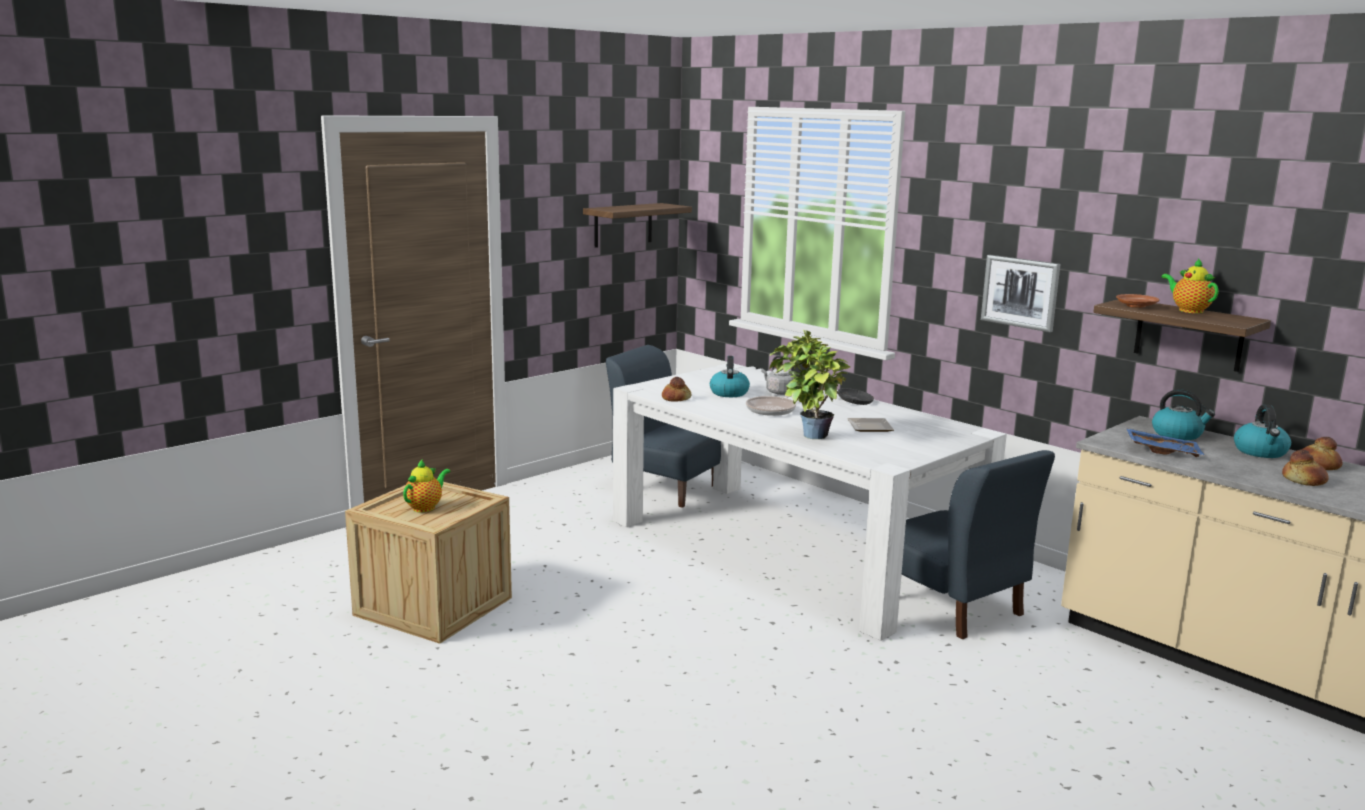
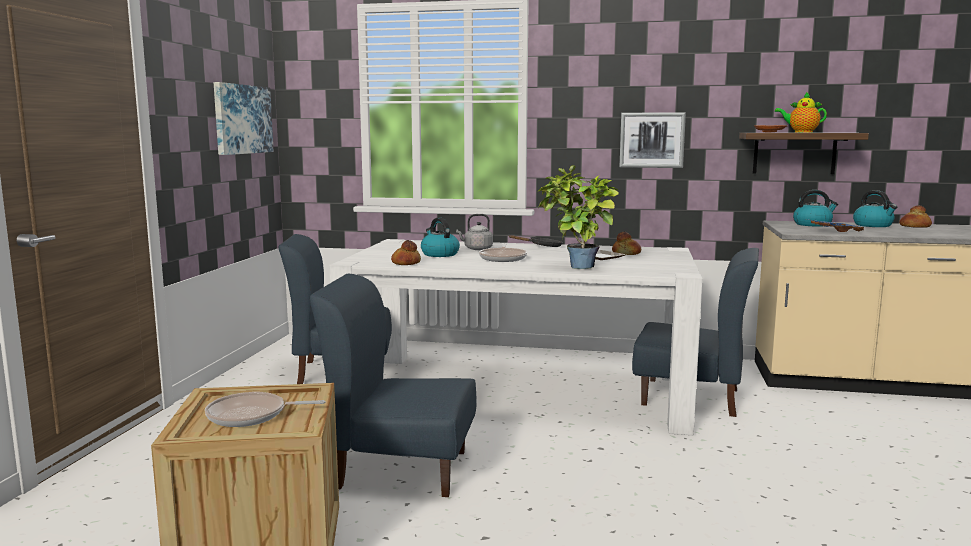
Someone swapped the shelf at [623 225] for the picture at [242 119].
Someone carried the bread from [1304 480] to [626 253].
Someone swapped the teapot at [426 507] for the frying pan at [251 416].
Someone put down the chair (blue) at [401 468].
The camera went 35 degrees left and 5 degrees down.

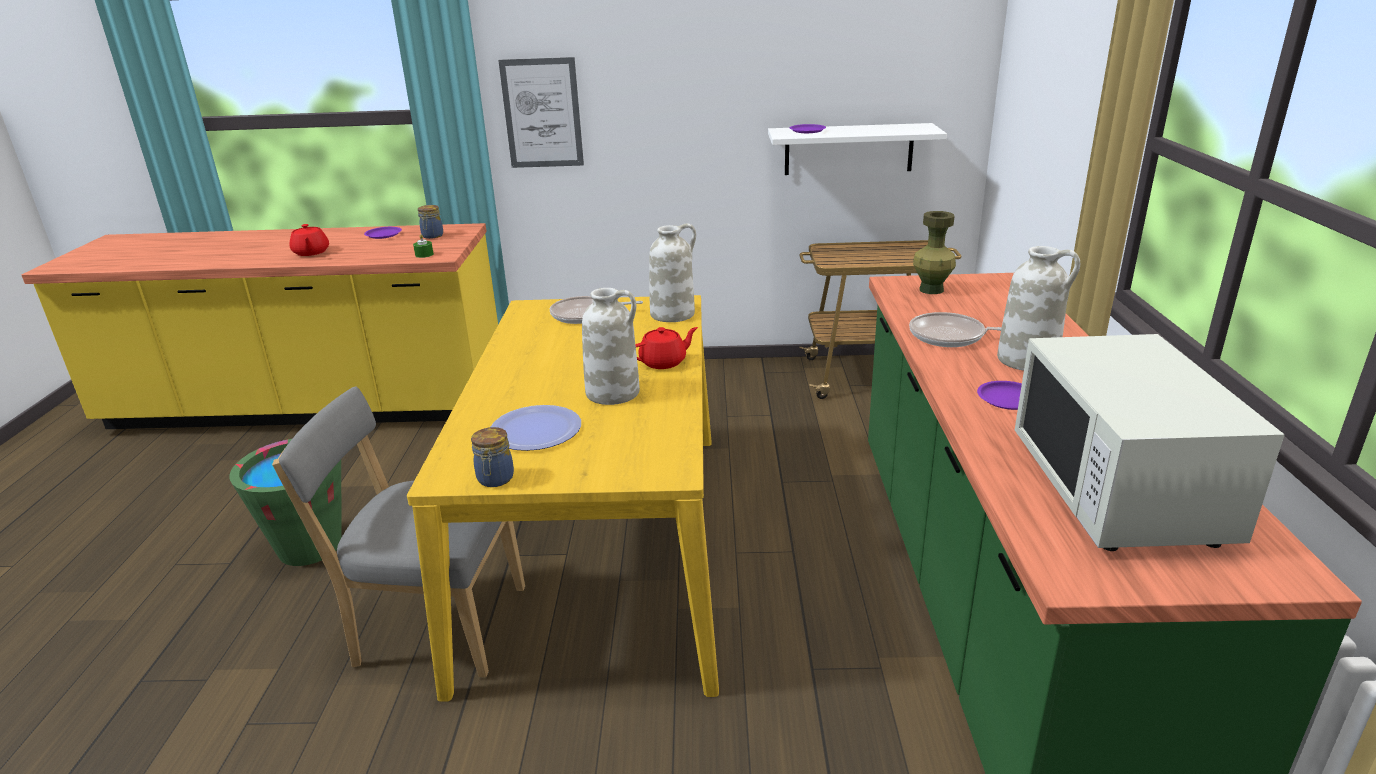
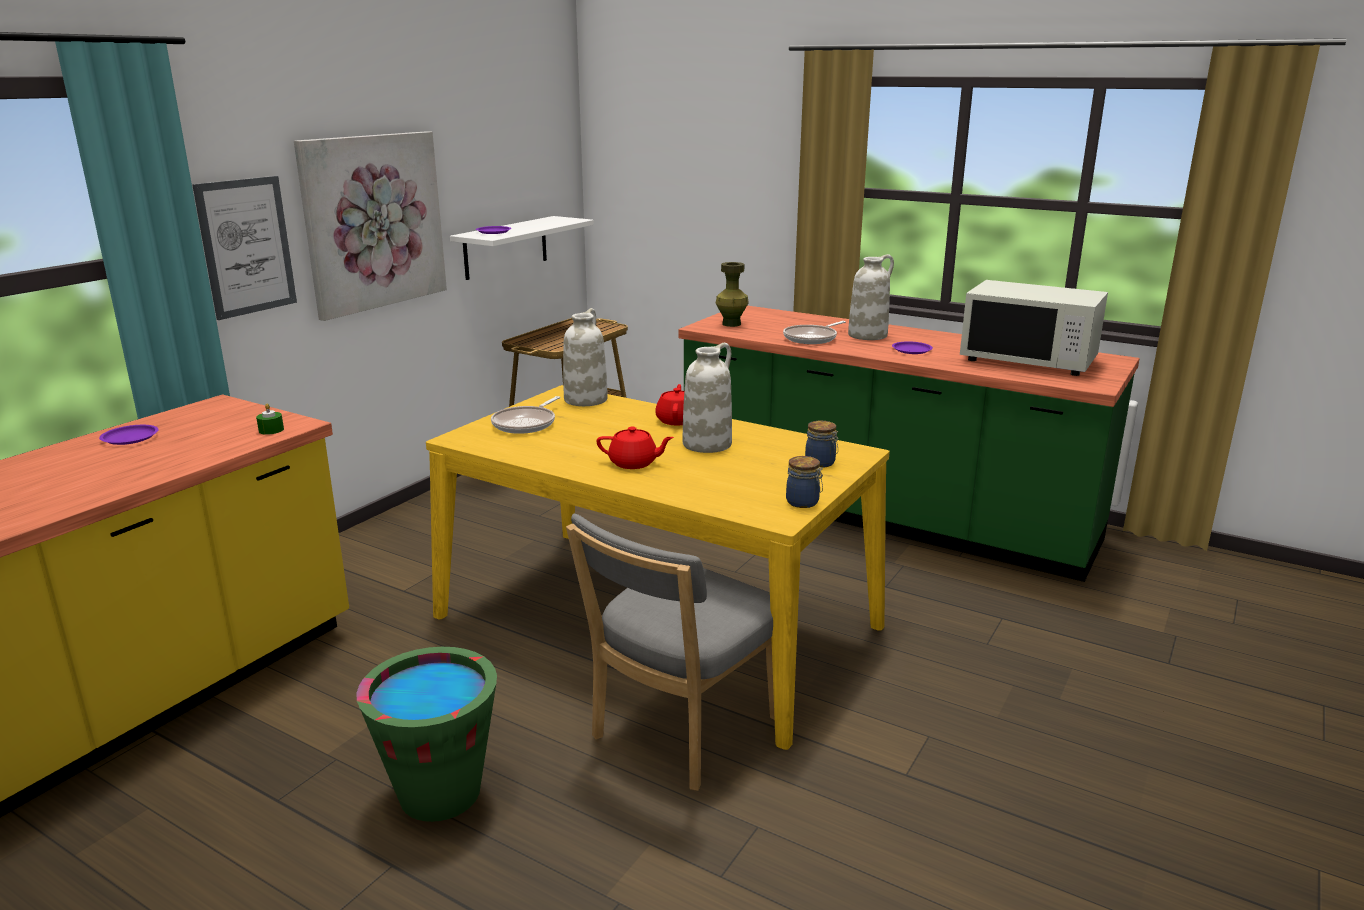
Someone carried the jar from [432 236] to [821 463].
Someone carried the teapot (red) from [311 252] to [634 463].
Someone took away the plate at [536 430].
Someone put up the picture at [374 222].
The camera went 60 degrees left and 5 degrees down.

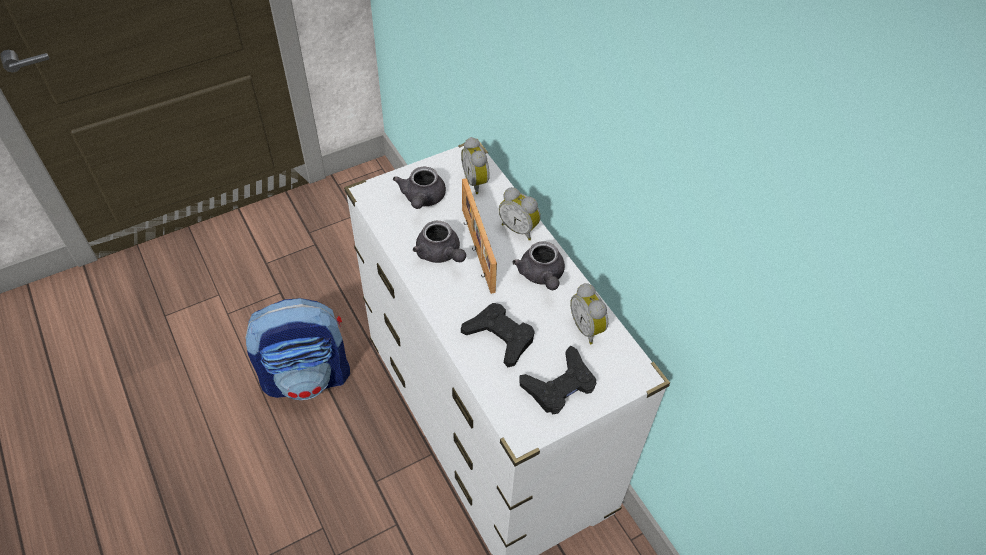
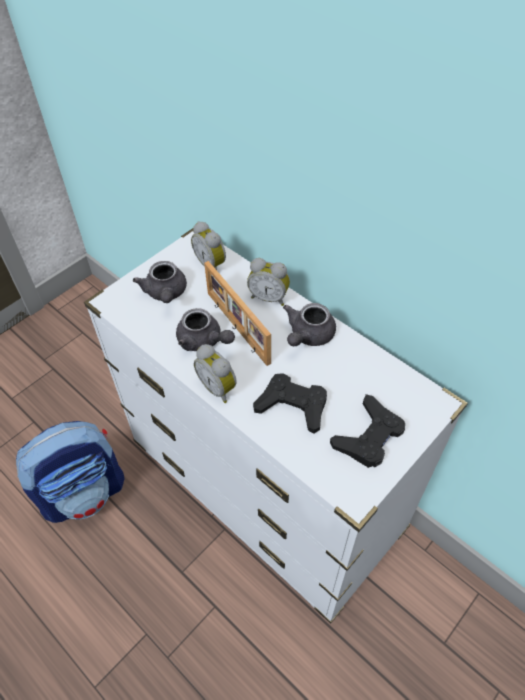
Someone rotated the teapot (grey) at [541 276] by 60 degrees clockwise.
Someone carried the alarm clock from [588 328] to [219 387].
The camera went 15 degrees left and 0 degrees up.

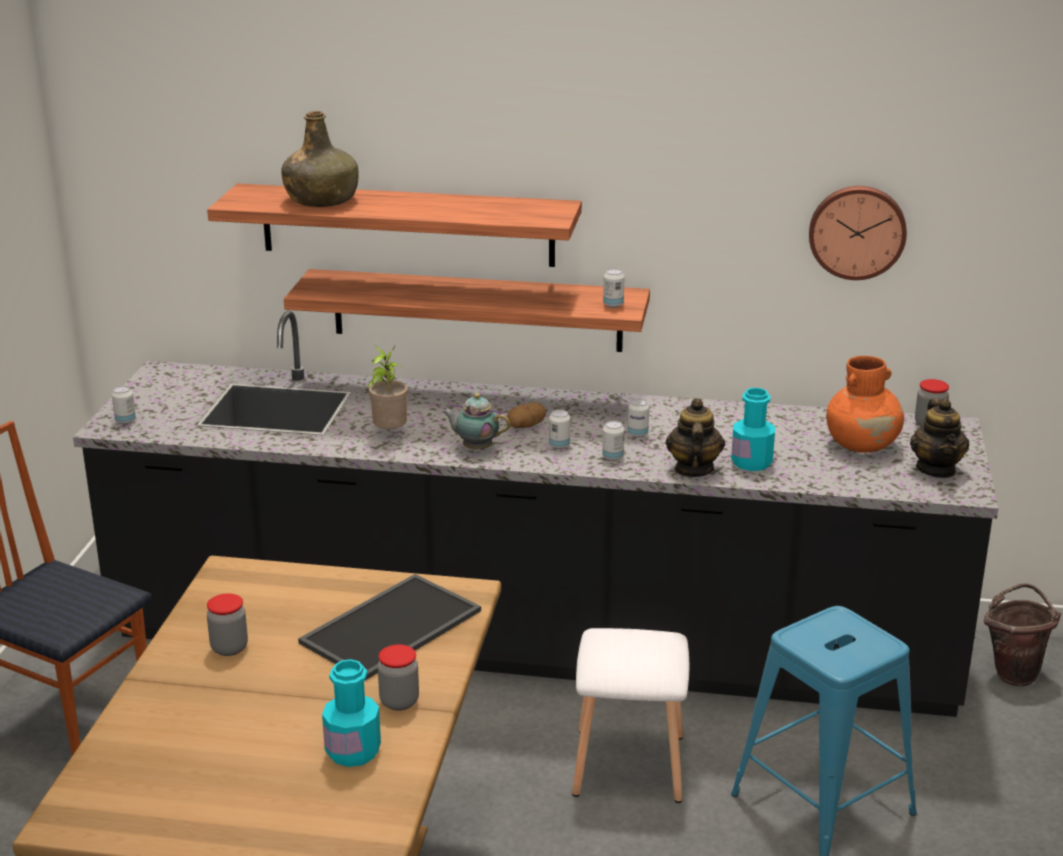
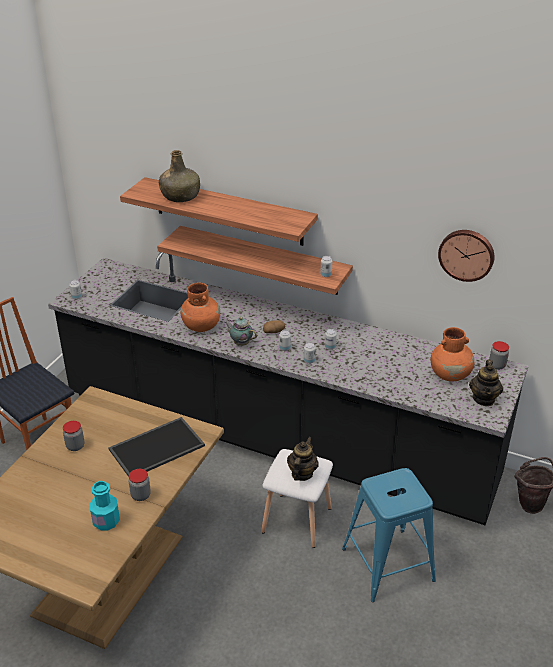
Someone swapped the potted plant at [389 433] for the vase (orange) at [201 326].
Someone took away the bottle (turquoise) at [751 462].
Someone carried the teapot from [693 469] to [301 473].
The camera went 15 degrees right and 10 degrees up.

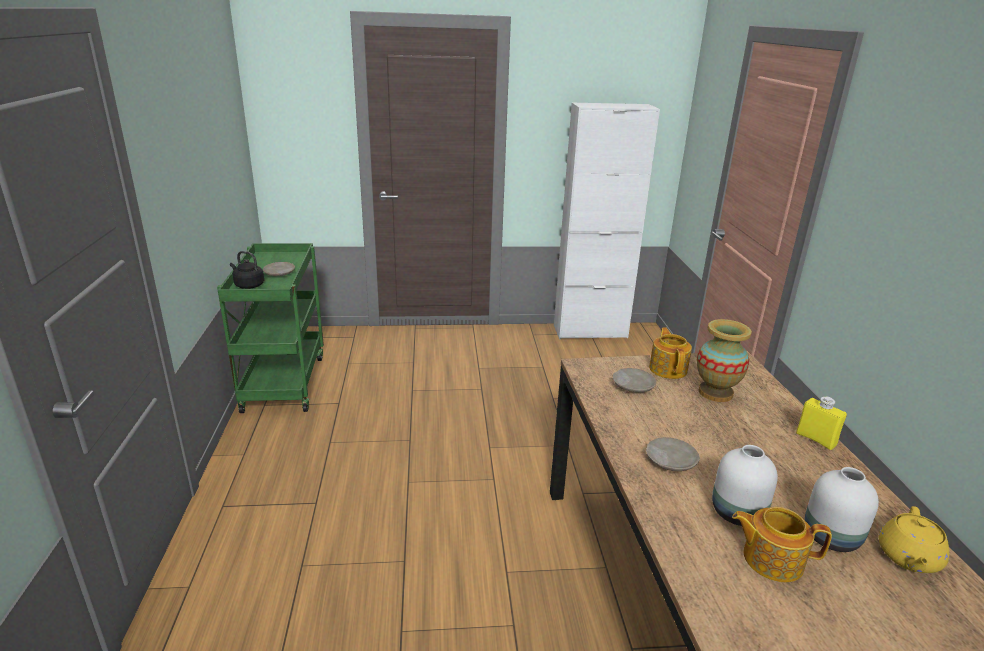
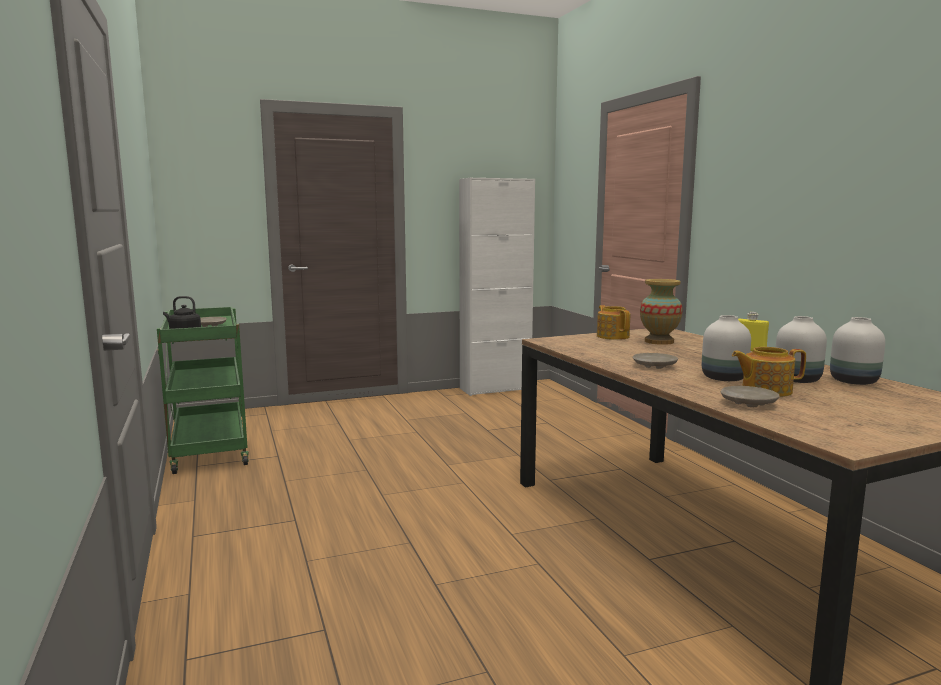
Someone carried the plate (beige) from [633 386] to [748 403].
Someone swapped the teapot (yellow) at [908 558] for the vase (white) at [854 381].
The camera went 15 degrees left and 15 degrees down.

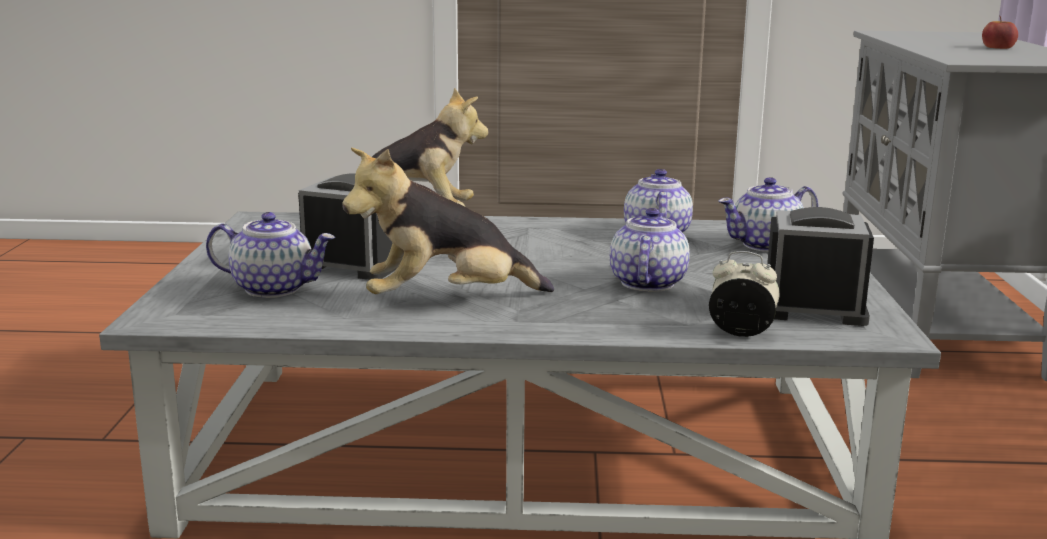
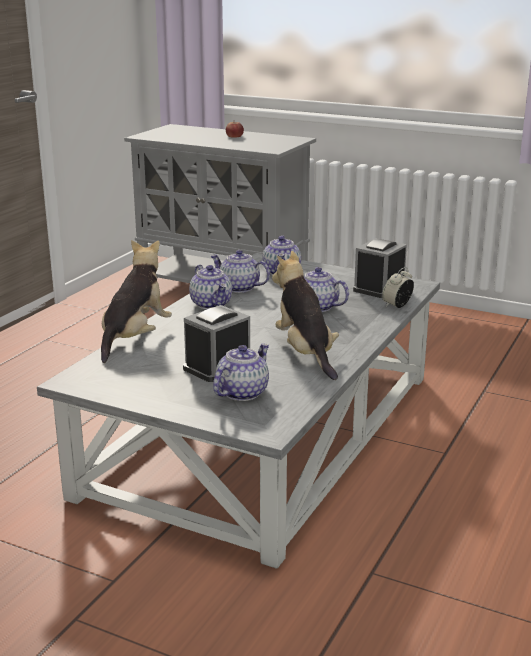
Someone rotated the plush toy at [446 301] by 150 degrees clockwise.
Someone put down the teapot at [211 304].
The camera went 65 degrees left and 5 degrees up.

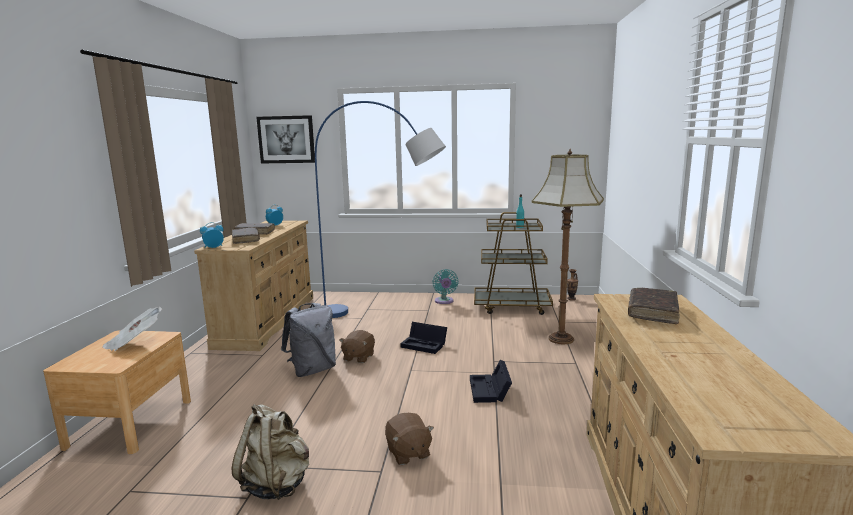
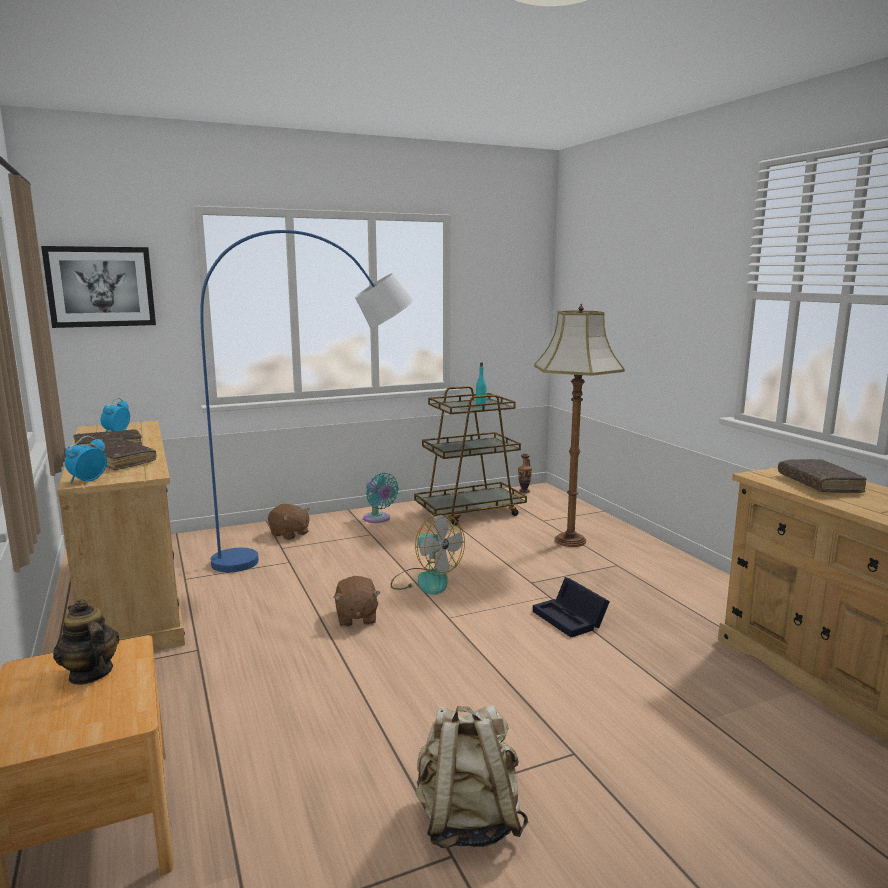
Someone took away the backpack (grey) at [312 370].
Someone swapped the newspaper at [134 343] for the teapot at [90 674].
Someone swapped the storage box (black) at [425 345] for the fan at [425 580].
Someone carried the plush toy (brown) from [408 453] to [289 534].
The camera went 30 degrees left and 0 degrees up.

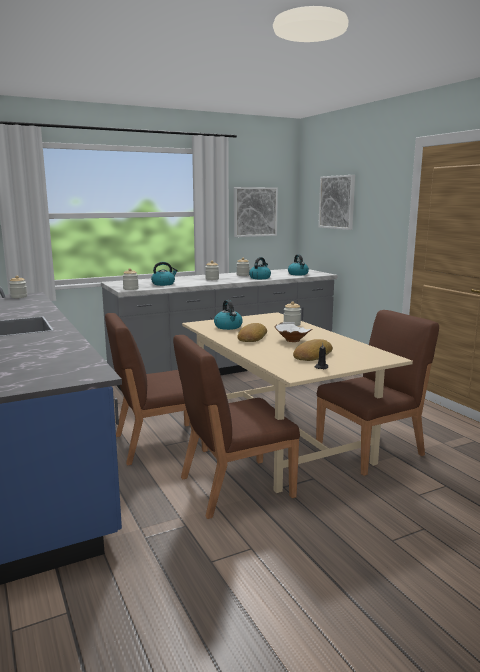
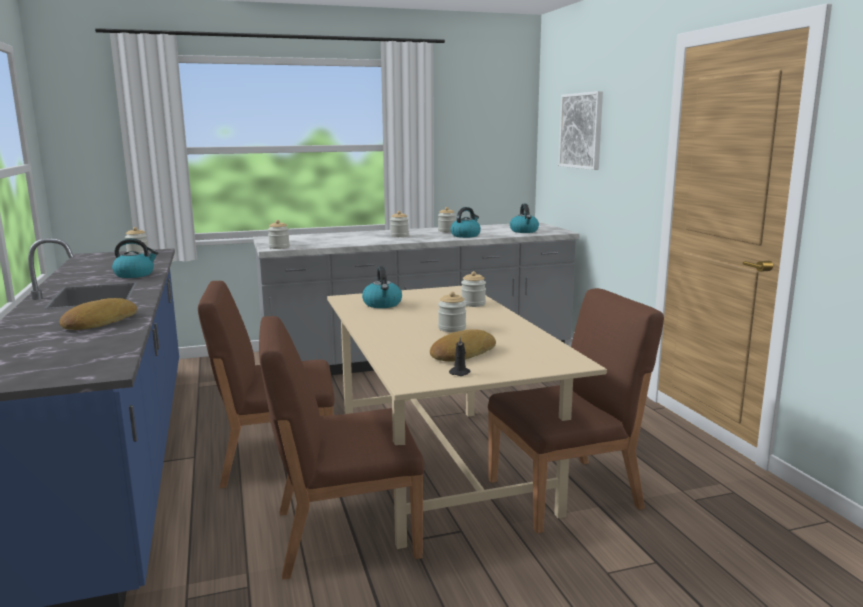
Someone took away the picture at [255 212].
Someone carried the kettle from [163 284] to [135 274].
Someone swapped the bowl (white) at [291 340] for the jar at [452 328].
Someone carried the bread from [251 337] to [99 322].
The camera went 10 degrees right and 0 degrees up.

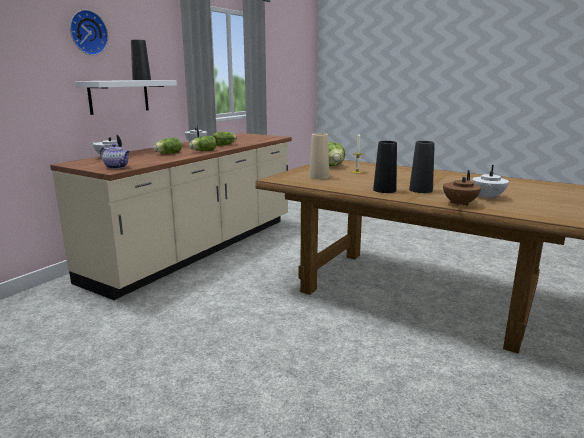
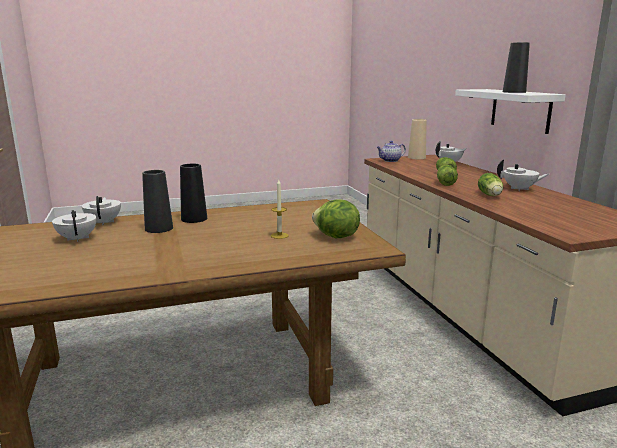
Someone took away the wall clock at [87 33].
Someone carried the vase (beige) from [319 177] to [416 157].
Someone repainted the teapot (brown) at [459 204], which became the teapot (white) at [104 222].
The camera went 130 degrees right and 0 degrees up.

